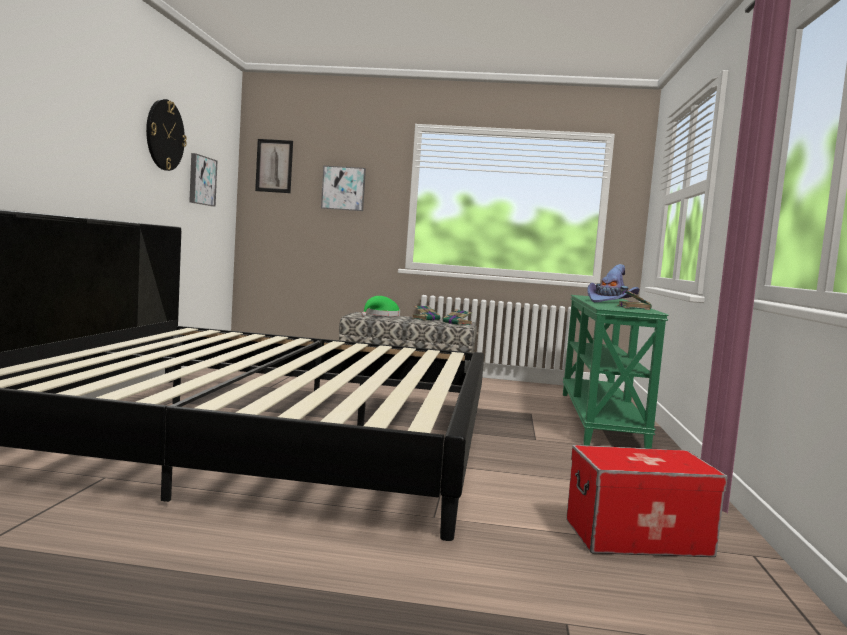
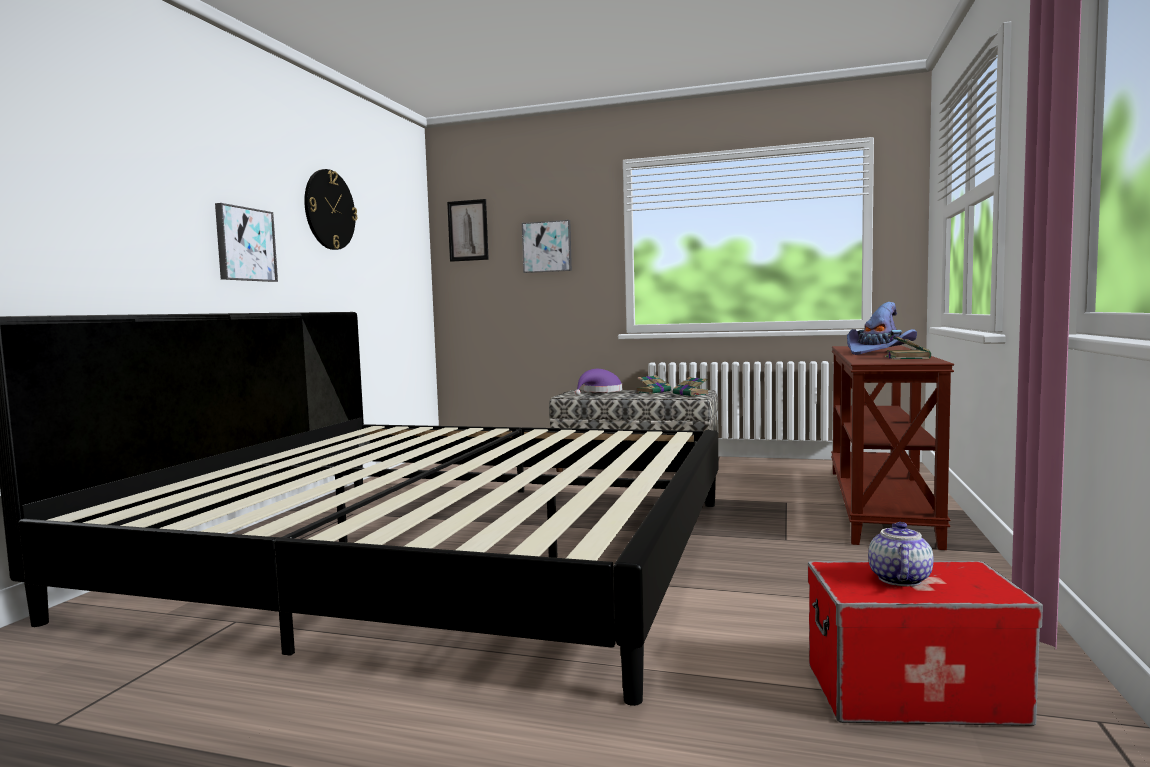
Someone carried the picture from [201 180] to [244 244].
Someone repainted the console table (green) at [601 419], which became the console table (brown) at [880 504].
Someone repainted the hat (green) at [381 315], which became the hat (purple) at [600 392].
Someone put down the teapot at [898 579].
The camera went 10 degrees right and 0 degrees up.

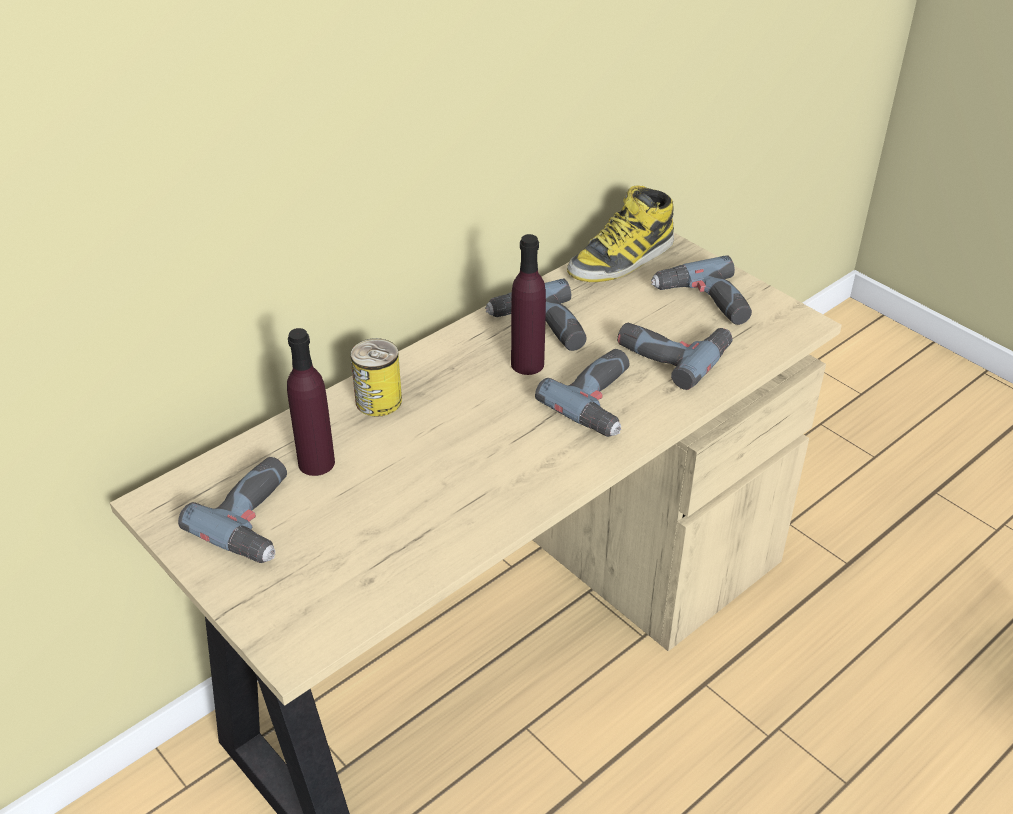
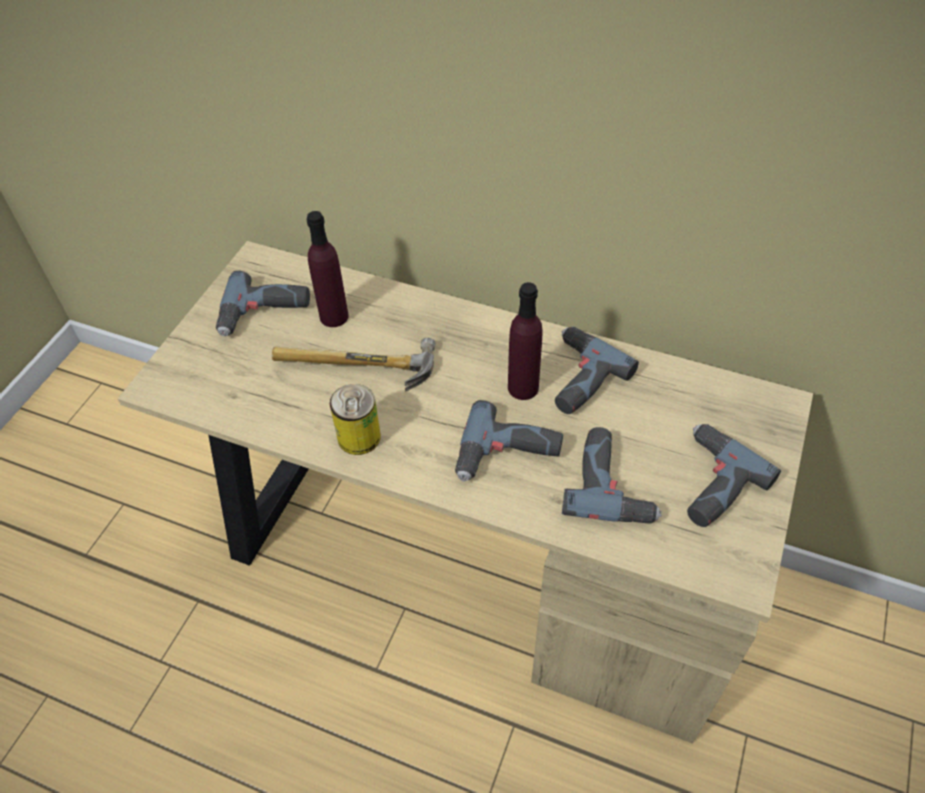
Someone took away the boot at [621 259].
Someone carried the can from [378 401] to [359 437].
Someone put down the hammer at [355 371].
The camera went 65 degrees right and 10 degrees up.

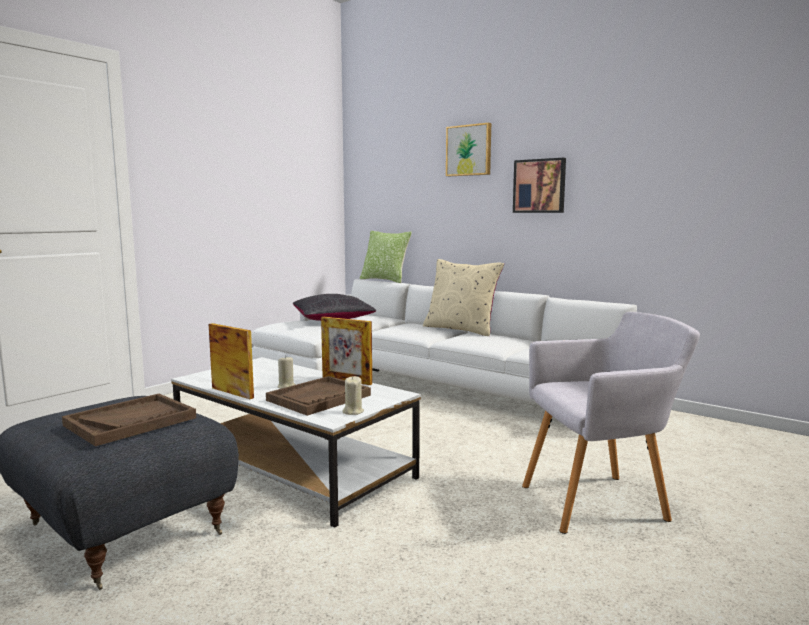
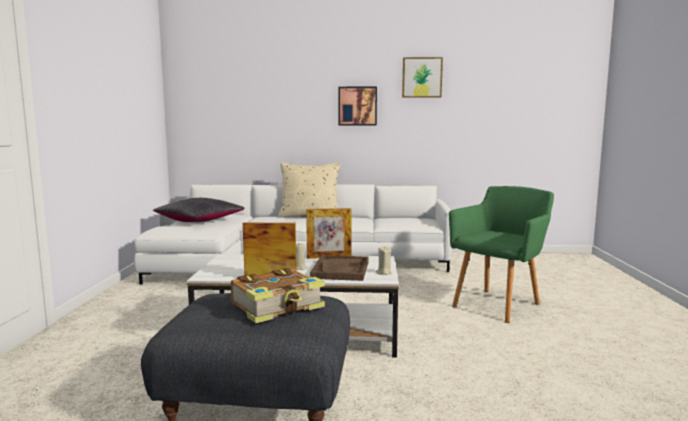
Someone carried the picture from [469 150] to [422 77].
Someone took away the pillow at [384 280].
Someone repainted the armchair (grey) at [600 502], which became the armchair (green) at [499 304].
Someone swapped the tray (brown) at [131 421] for the book at [278 307].
The camera went 35 degrees left and 0 degrees up.

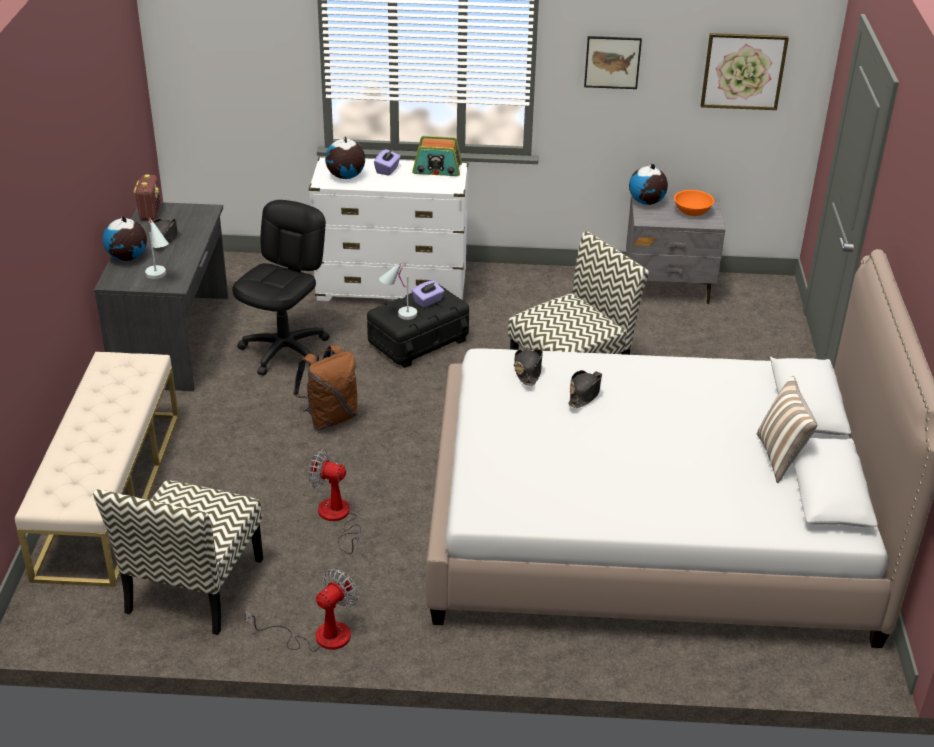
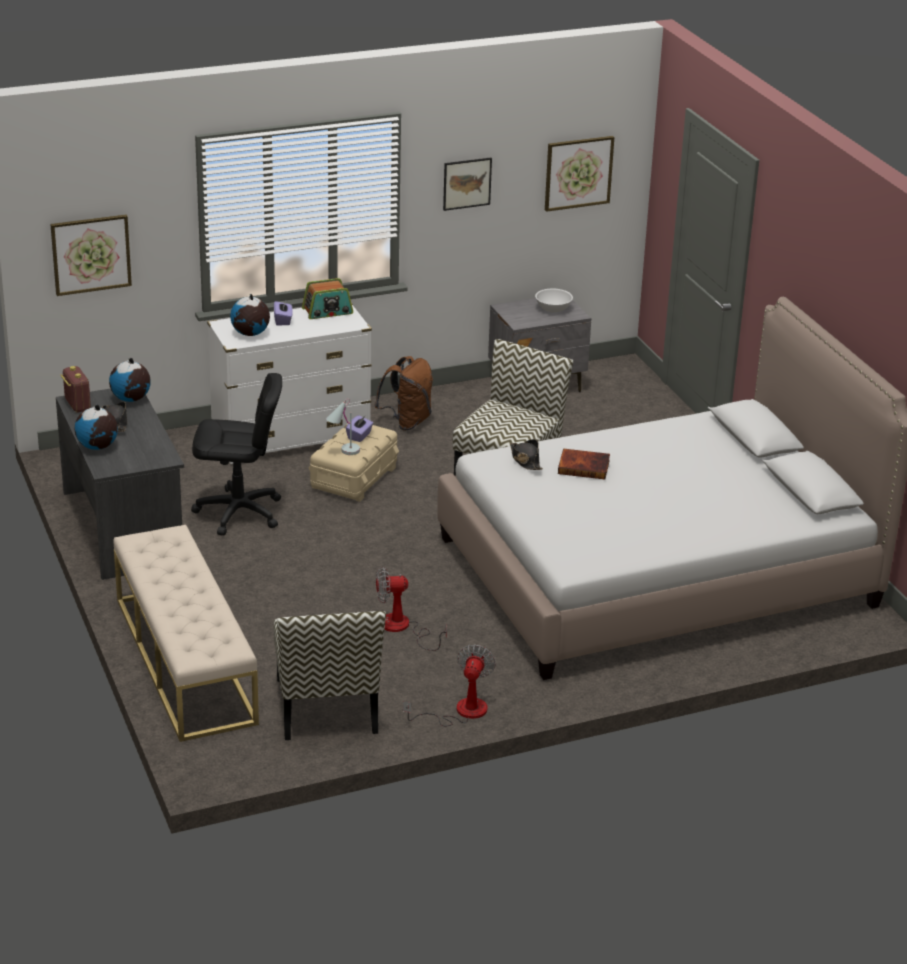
Someone carried the globe from [646 202] to [131 399].
Someone repainted the bowl (orange) at [692 212], which became the bowl (white) at [553 309].
Someone rotated the office chair (black) at [285 351] by 90 degrees clockwise.
Someone took away the table lamp (white) at [160 277].
Someone repainted the storage box (black) at [418 342], which became the storage box (beige) at [354 478].
Someone carried the backpack (brown) from [330 418] to [407 422].
Someone swapped the hat (black) at [585 393] for the book at [584 466].
Someone took away the pillow at [780 457].
Someone put up the picture at [91 254].
The camera went 25 degrees left and 5 degrees down.

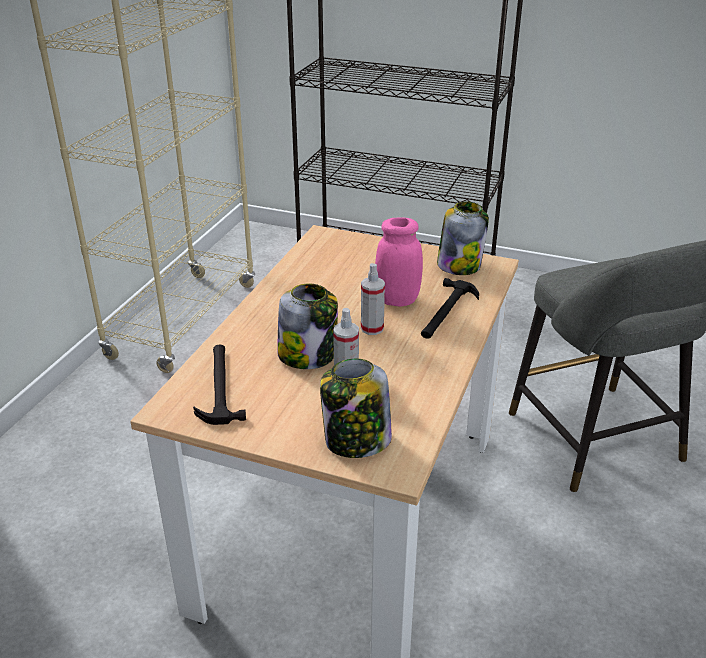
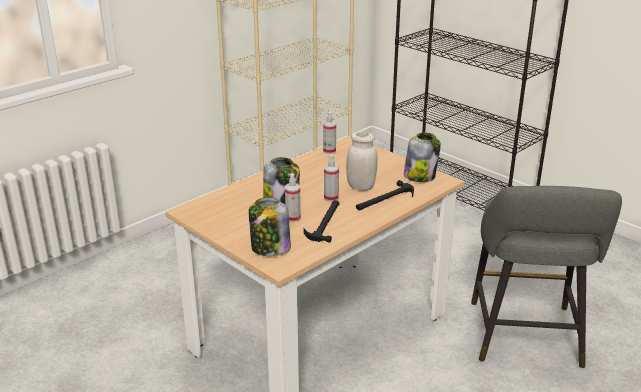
Someone repainted the jar (pink) at [397 300], which became the jar (white) at [361 186].
Someone carried the hammer from [219 386] to [325 222].
Someone put down the spray bottle at [329 151].
The camera went 25 degrees right and 5 degrees down.

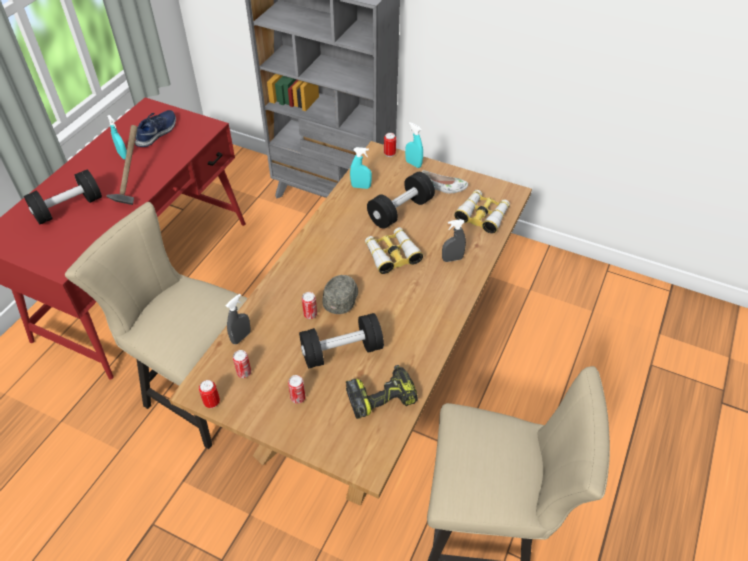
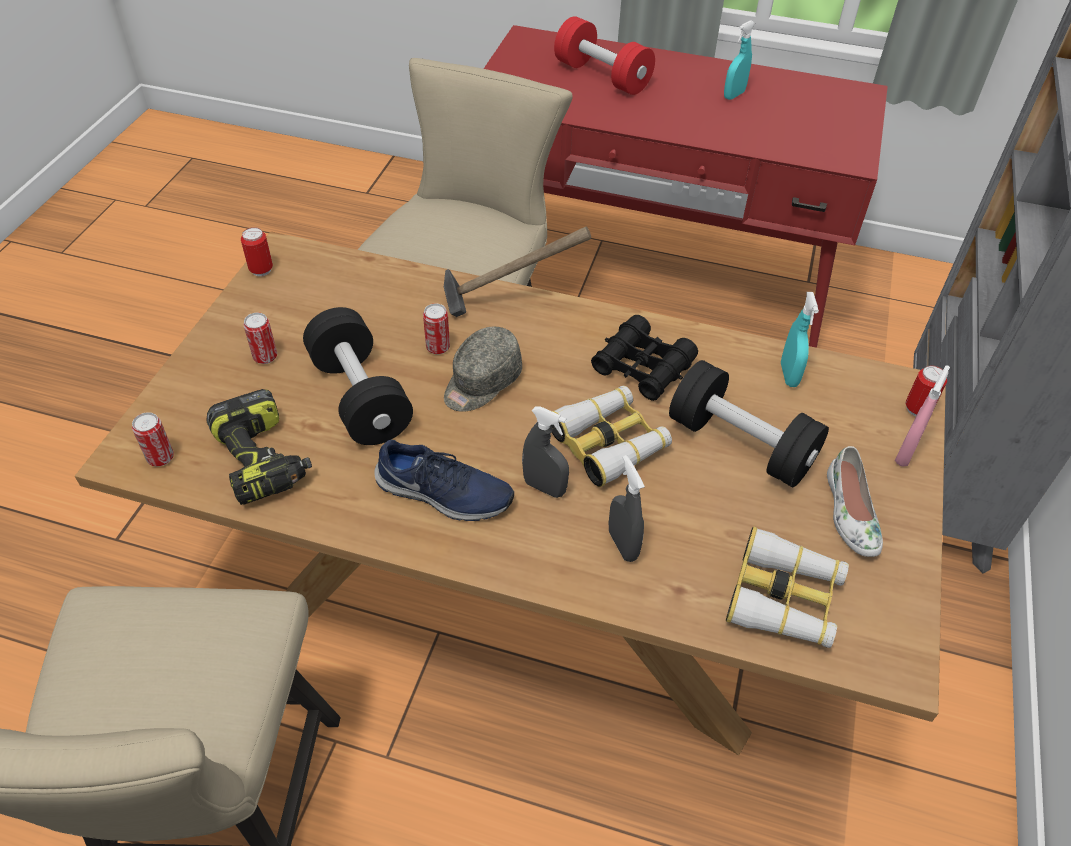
Someone carried the shoe (blue) from [157 133] to [444 494].
Someone repainted the spray bottle (turquoise) at [413 164], which became the spray bottle (pink) at [905 453].
Someone carried the hammer from [132 186] to [508 303].
Someone repainted the dumbbell (black) at [68 208], which became the dumbbell (red) at [602 76].
Someone rotated the cap (grey) at [342 298] by 120 degrees clockwise.
Someone carried the spray bottle (grey) from [241 337] to [544 487].
Someone carried the can from [244 373] to [160 458].
Someone put down the binoculars (black) at [642 367].
The camera went 80 degrees right and 0 degrees up.

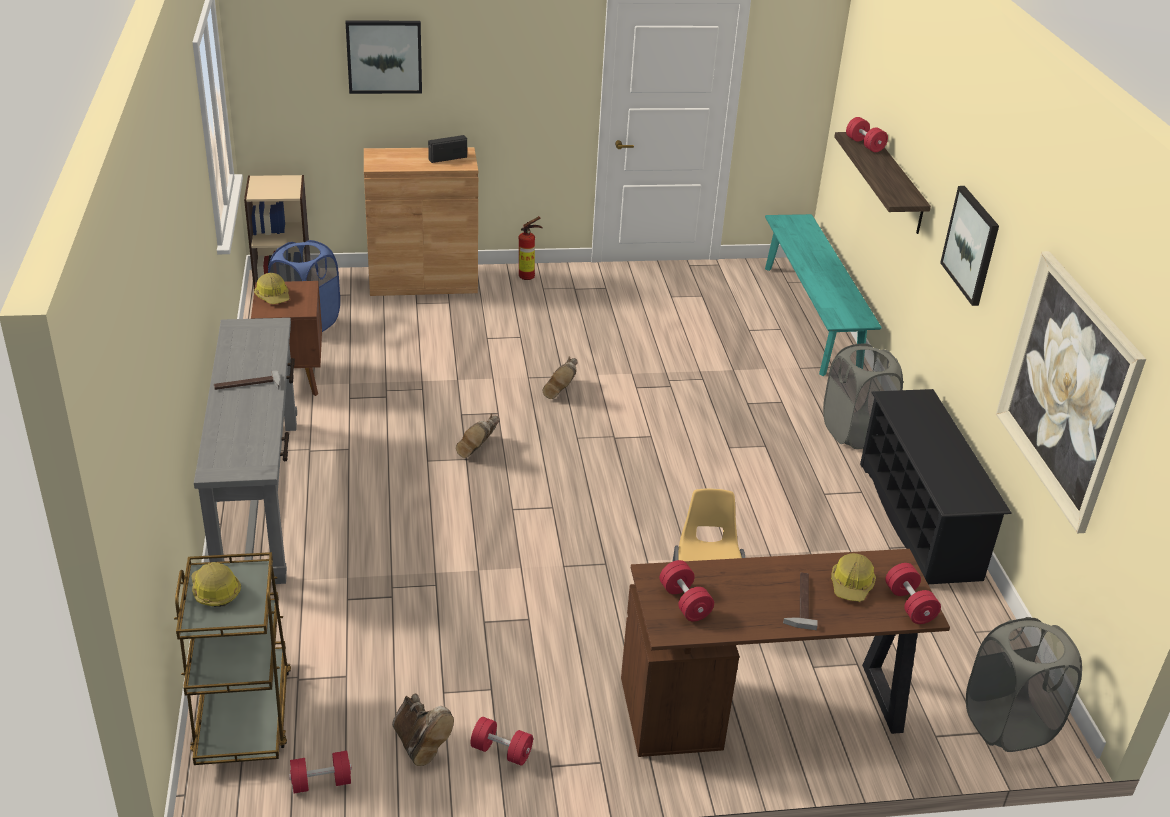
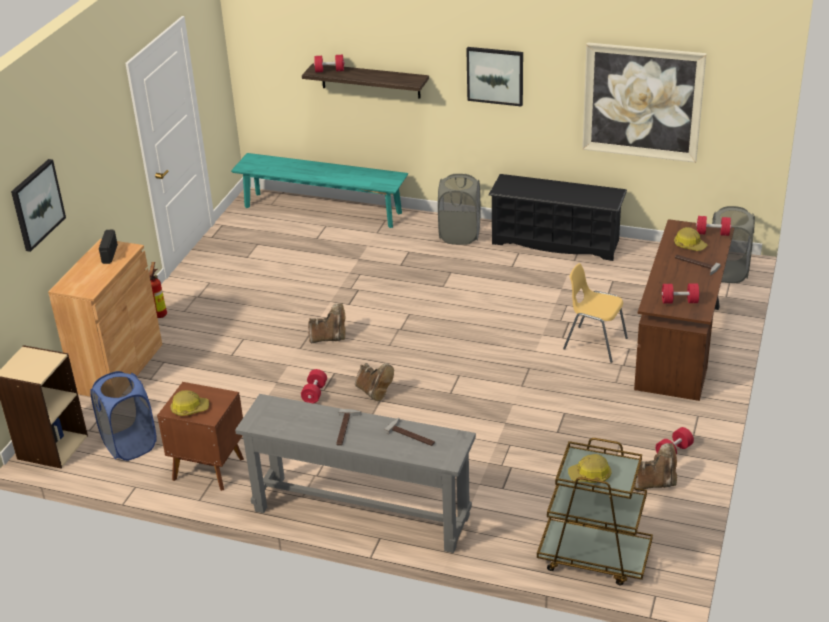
Someone rotated the boot (brown) at [561 392] by 45 degrees counterclockwise.
Someone carried the dumbbell (red) from [321 782] to [314 393].
Someone put down the hammer at [412 435].
The camera went 60 degrees left and 0 degrees up.

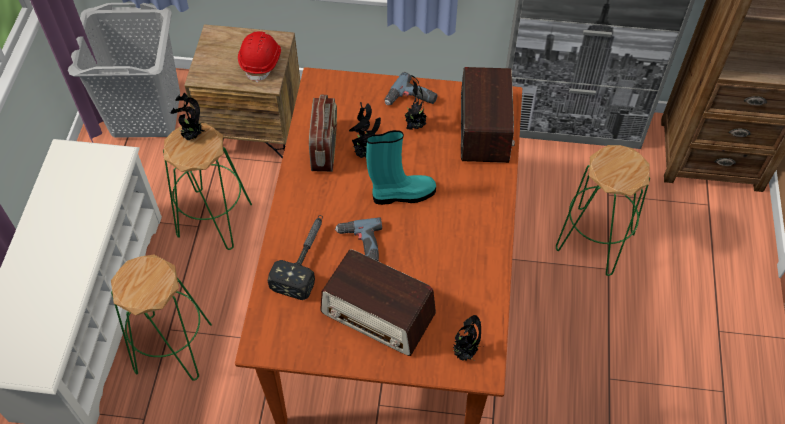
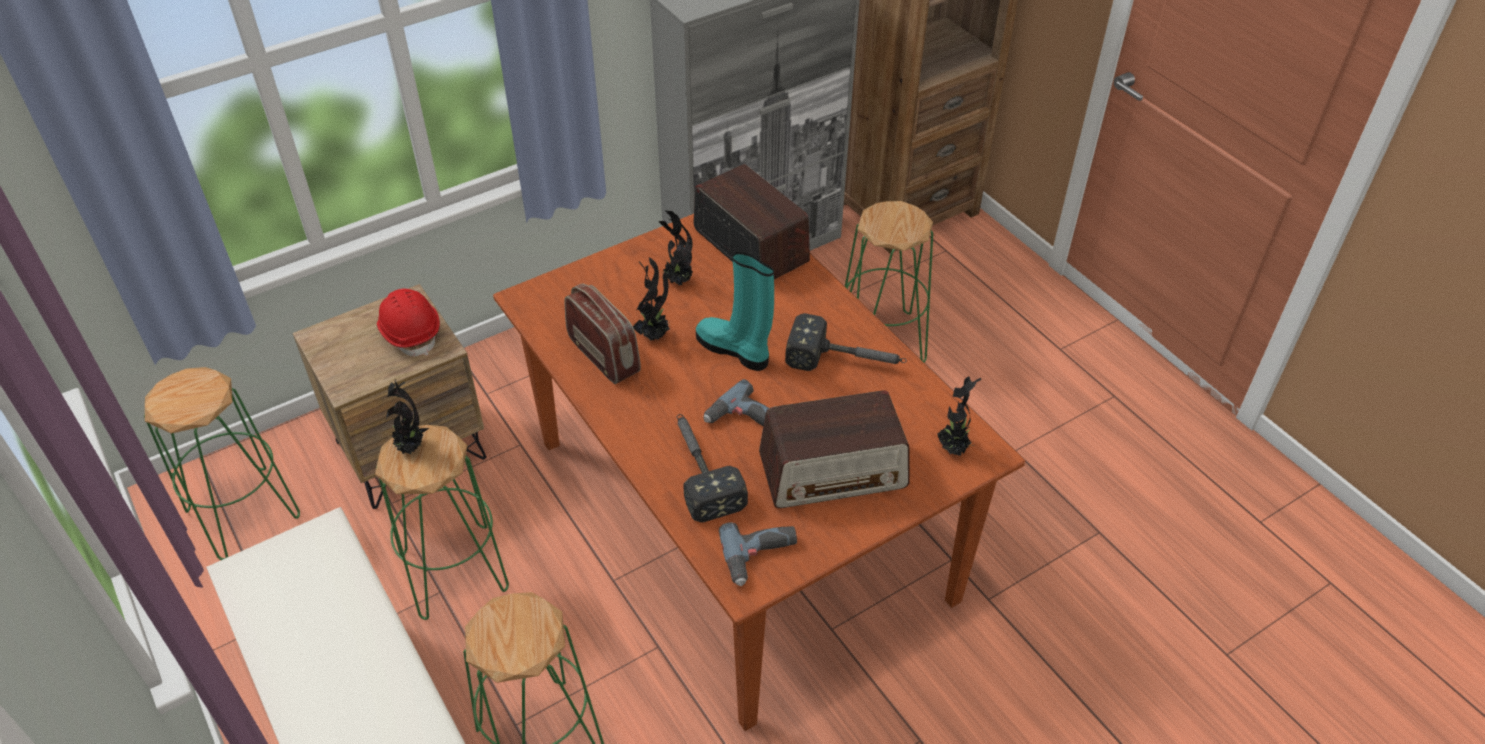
Someone swapped the laundry basket (grey) at [146 113] for the stool (green) at [244 512].
Someone carried the power drill from [411 99] to [761 557].
Someone rotated the boot (turquoise) at [401 194] by 90 degrees counterclockwise.
Someone put down the hammer at [847 361].
The camera went 40 degrees left and 10 degrees down.

